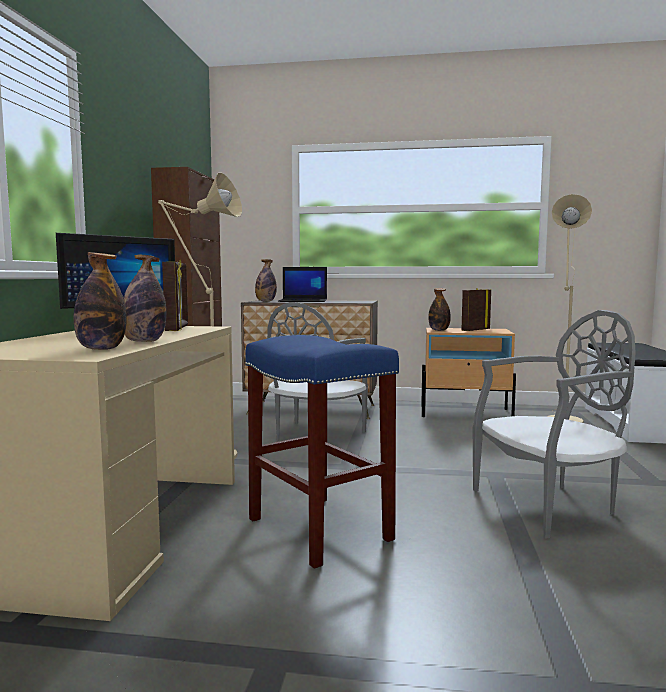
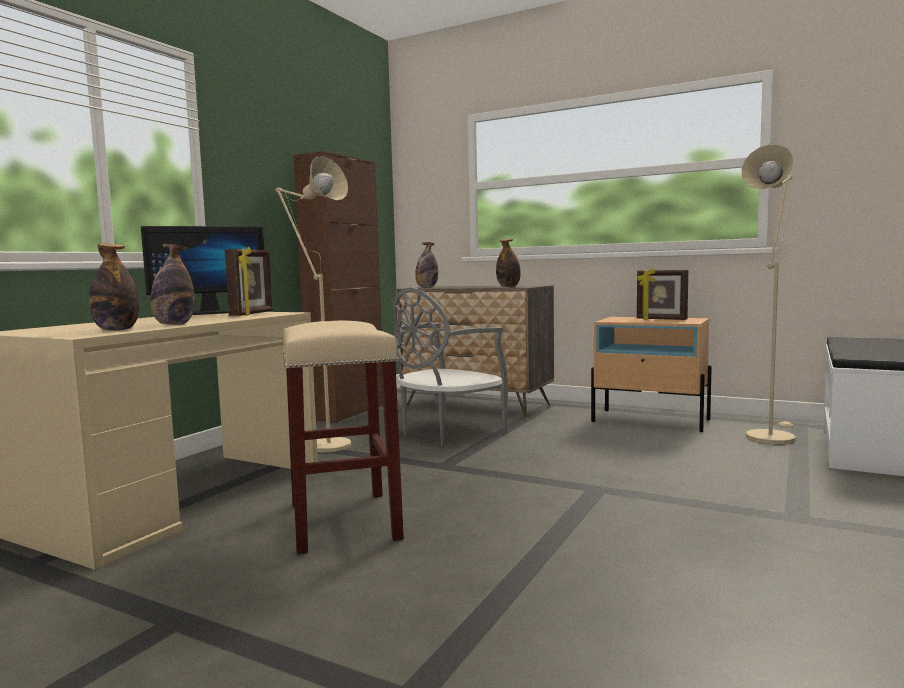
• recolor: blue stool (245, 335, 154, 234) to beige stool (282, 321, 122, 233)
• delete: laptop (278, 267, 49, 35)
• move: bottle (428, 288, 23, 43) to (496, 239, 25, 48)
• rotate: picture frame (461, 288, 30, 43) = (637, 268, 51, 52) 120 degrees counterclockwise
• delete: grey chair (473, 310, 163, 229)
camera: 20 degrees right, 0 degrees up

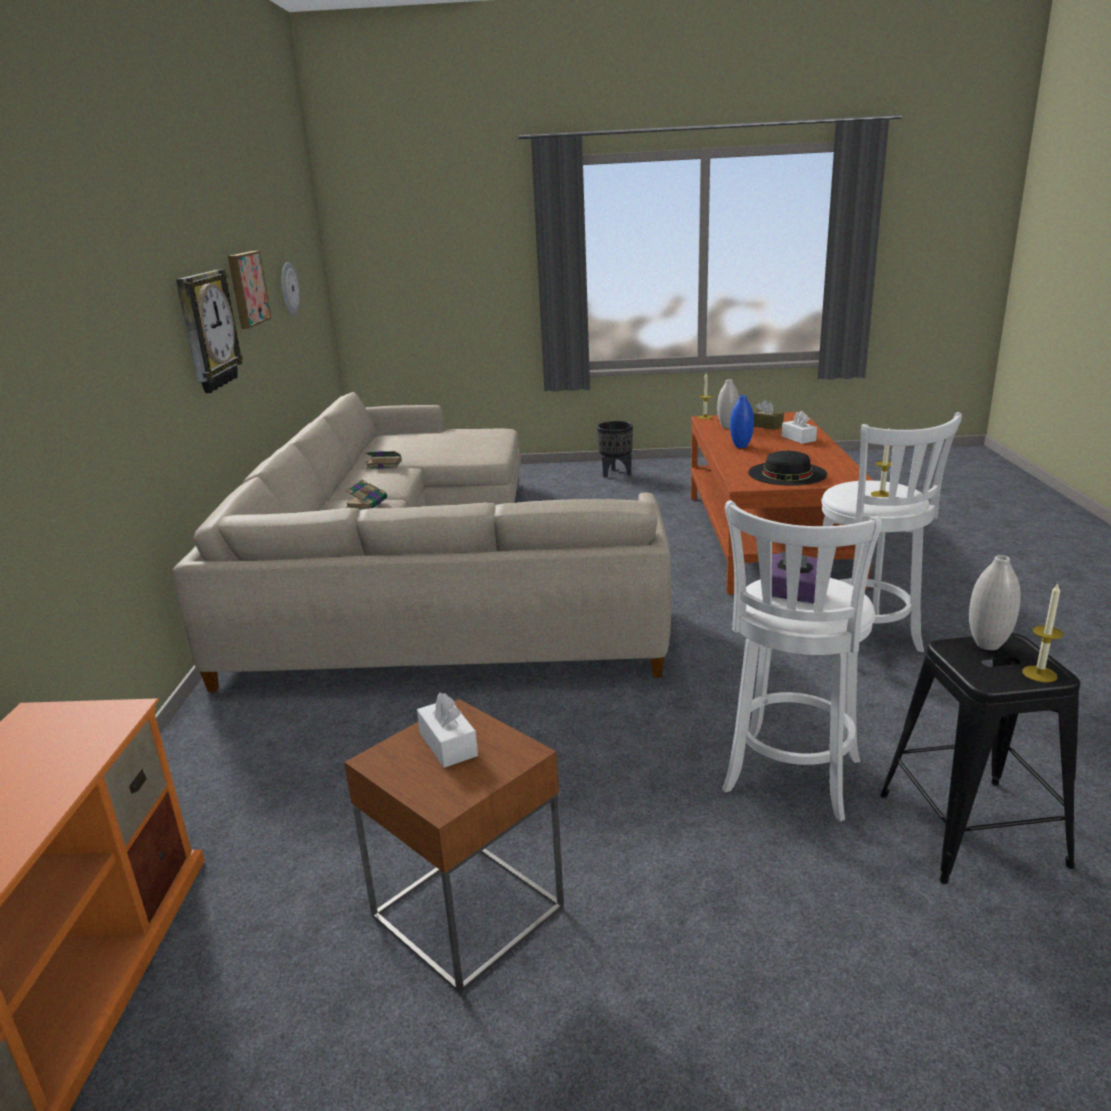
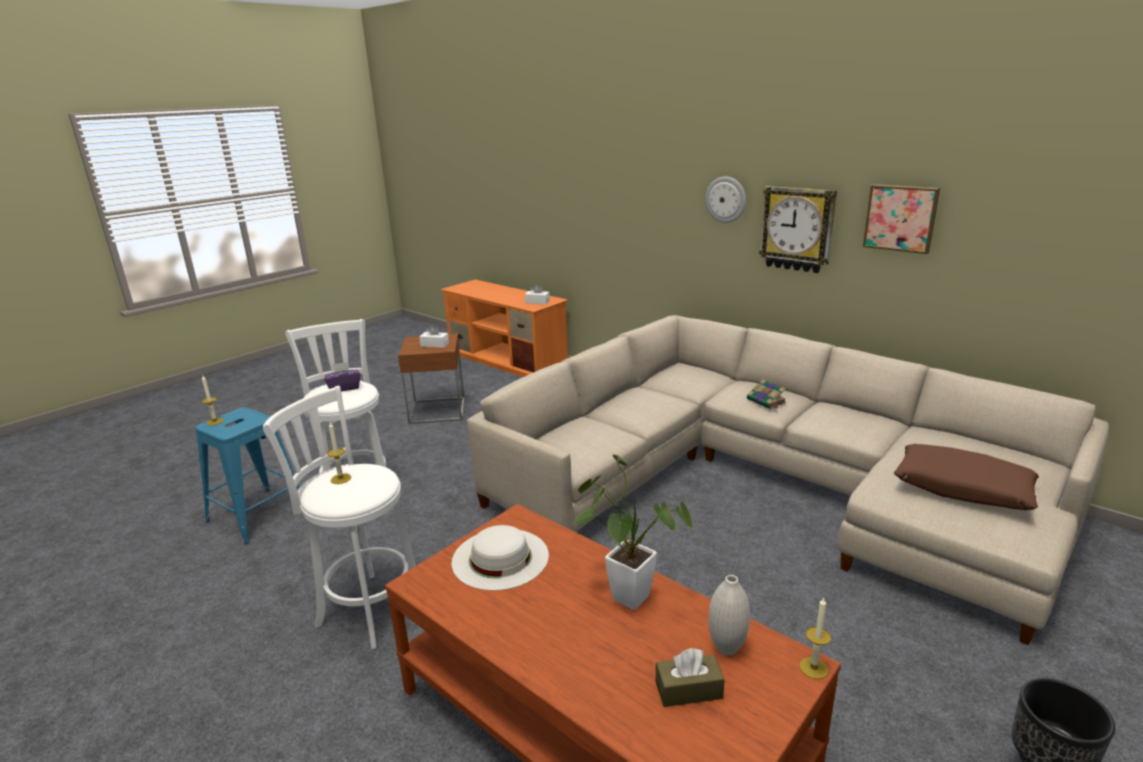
• move: wall clock (282, 262, 18, 53) to (705, 177, 41, 46)
• delete: book (365, 451, 37, 18)
• replace: blue vase (730, 395, 24, 53) to potted plant (572, 454, 120, 156)
• recolor: black hat (748, 451, 79, 35) to white hat (452, 525, 97, 66)
• move: white tissue box (781, 411, 36, 33) to (525, 284, 25, 20)
• recolor: black stool (880, 633, 200, 251) to blue stool (195, 407, 105, 137)
• delete: white vase (969, 555, 52, 95)
• insert: brown pillow (894, 444, 145, 66)
camera: 130 degrees right, 0 degrees up

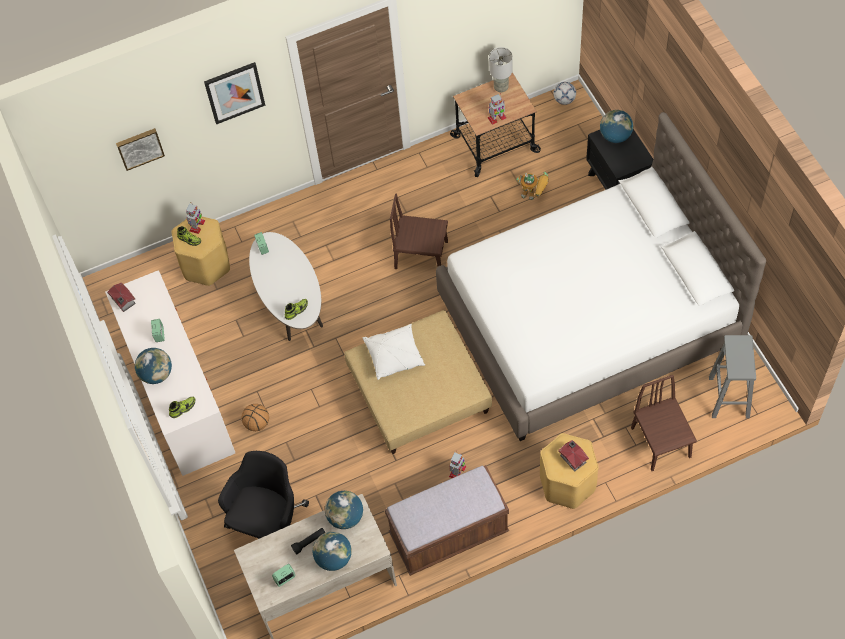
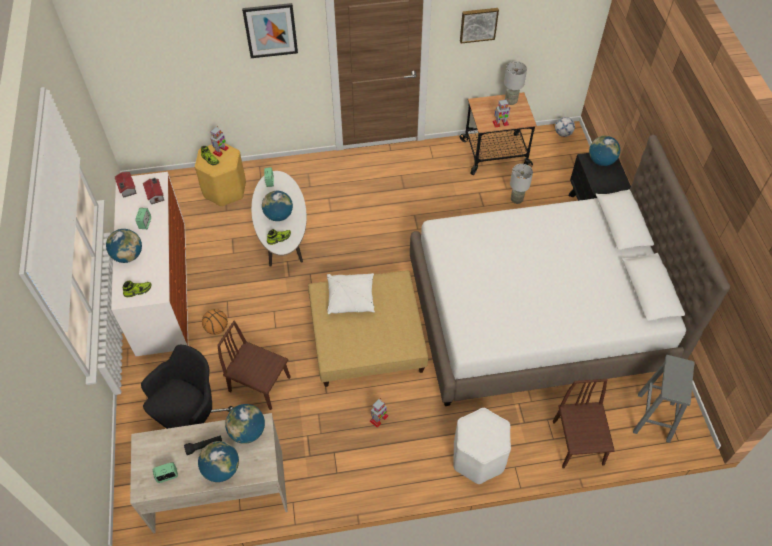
• move: picture (116, 128, 49, 43) to (460, 8, 39, 35)
• delete: brown bench (385, 465, 124, 111)
• move: brown chair (390, 194, 58, 75) to (217, 321, 74, 89)
• replace: toy robot (516, 172, 33, 28) to grey table lamp (510, 164, 23, 40)
• recolor: yellow stool (540, 433, 59, 76) to white stool (453, 408, 58, 76)
• move: toy house (558, 440, 31, 31) to (143, 178, 21, 26)
• insert: globe (262, 191, 31, 30)
camera: 10 degrees right, 5 degrees down

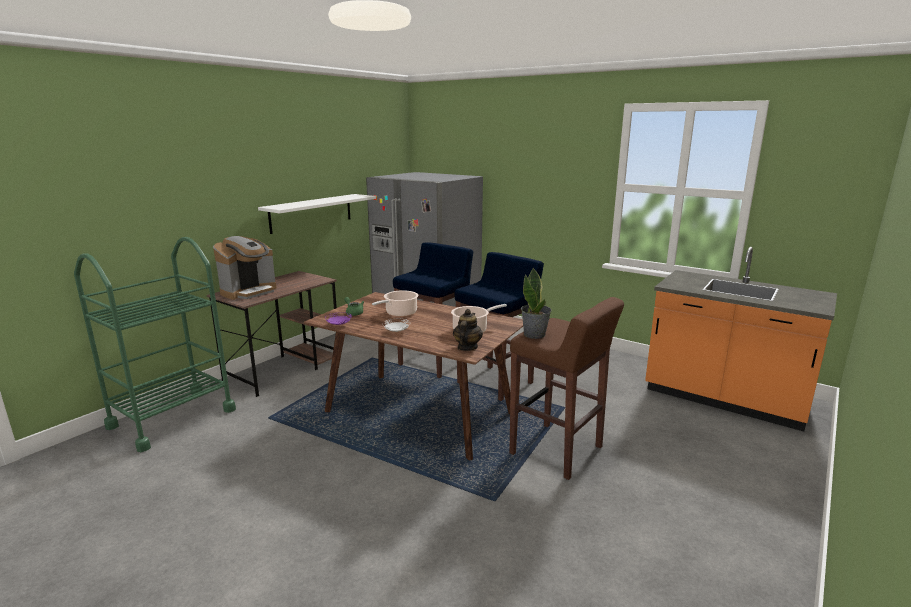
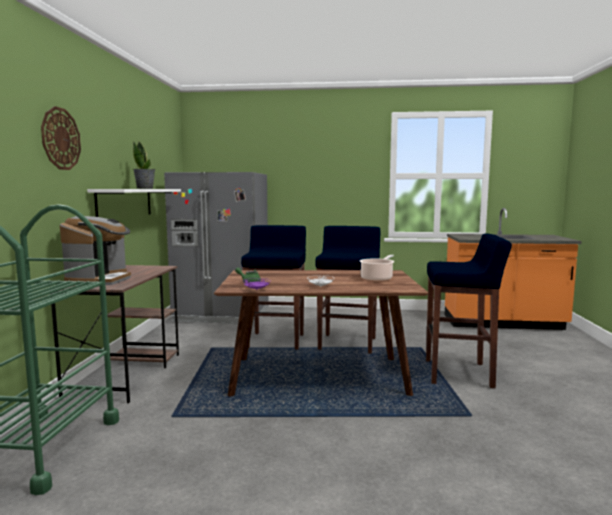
• delete: cooking pot (372, 290, 46, 27)
• delete: teapot (453, 309, 30, 42)
• recolor: brown stool (509, 297, 115, 183) to blue stool (426, 233, 86, 155)
• move: potted plant (521, 267, 31, 72) to (133, 142, 23, 47)
• insert: wall clock (41, 106, 40, 64)
camera: 30 degrees left, 10 degrees down

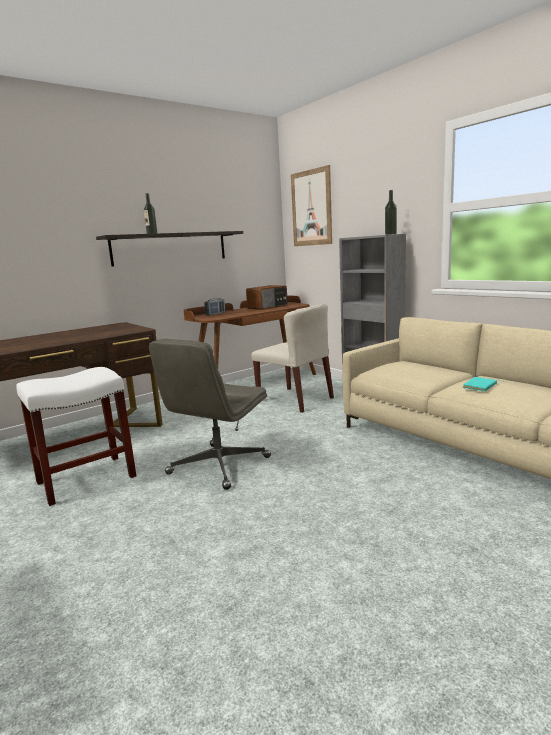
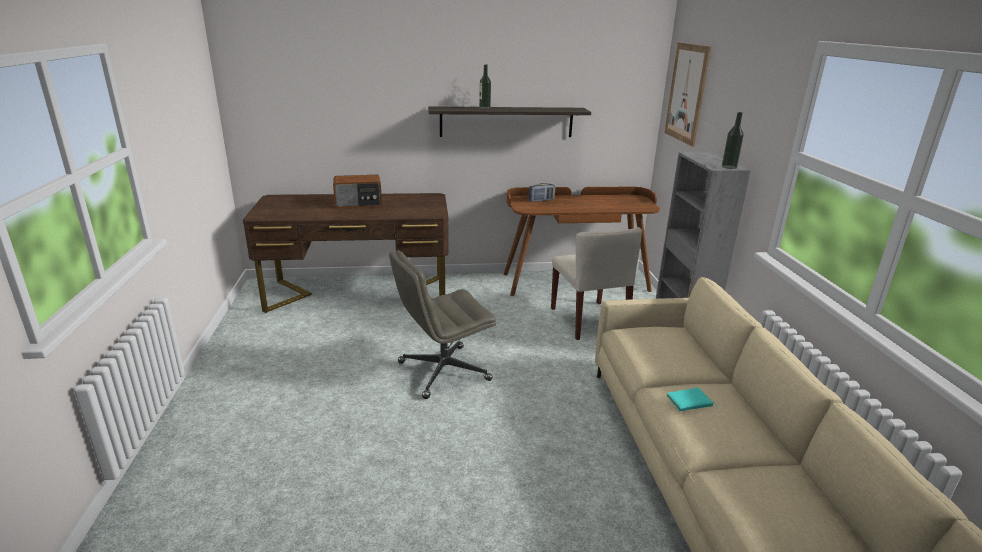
• delete: white stool (16, 367, 121, 140)
• move: radio (246, 285, 42, 25) to (333, 175, 49, 33)
camera: 30 degrees right, 10 degrees up

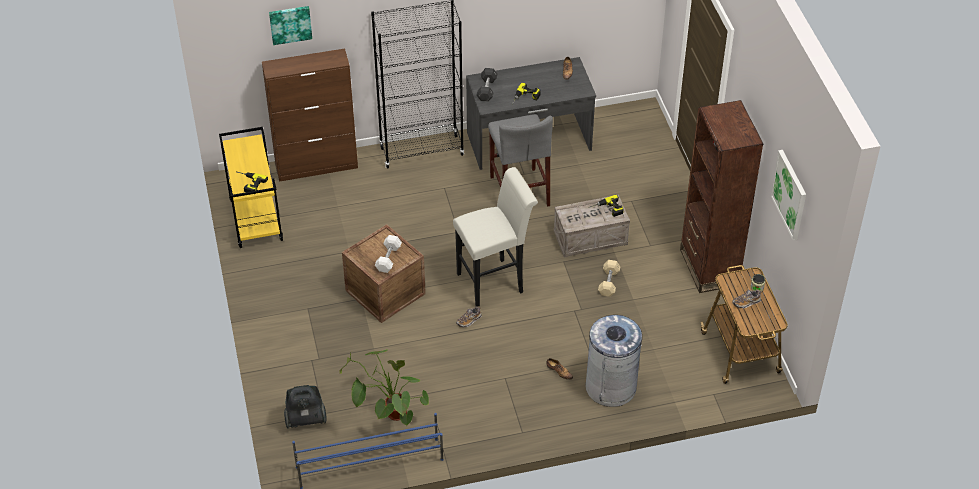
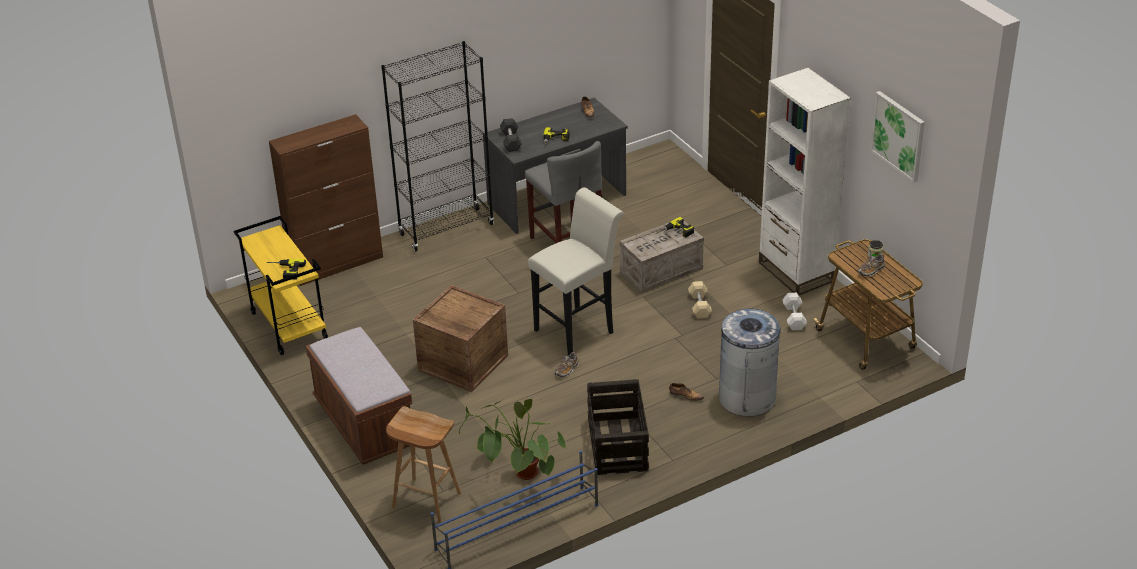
• delete: picture (269, 6, 43, 39)
• replace: vacuum cleaner (284, 385, 43, 44) to brown stool (386, 406, 75, 117)
• move: white dumbbell (375, 235, 27, 38) to (782, 293, 25, 37)
• recolor: brown bookcase (680, 100, 83, 193) to white bookcase (759, 68, 92, 227)
• insert: brown bench (306, 327, 106, 138)
• insert: crate (587, 379, 62, 96)
camera: 15 degrees left, 10 degrees down

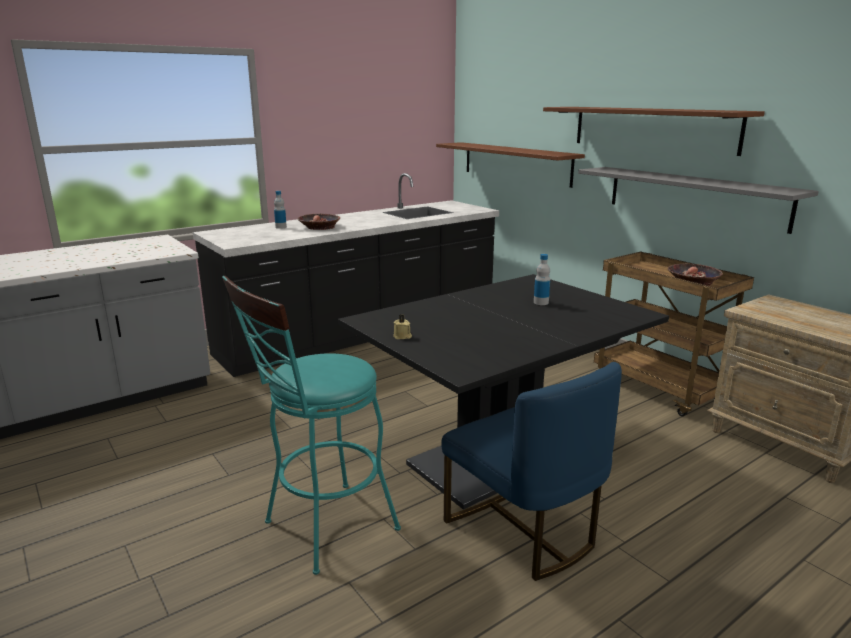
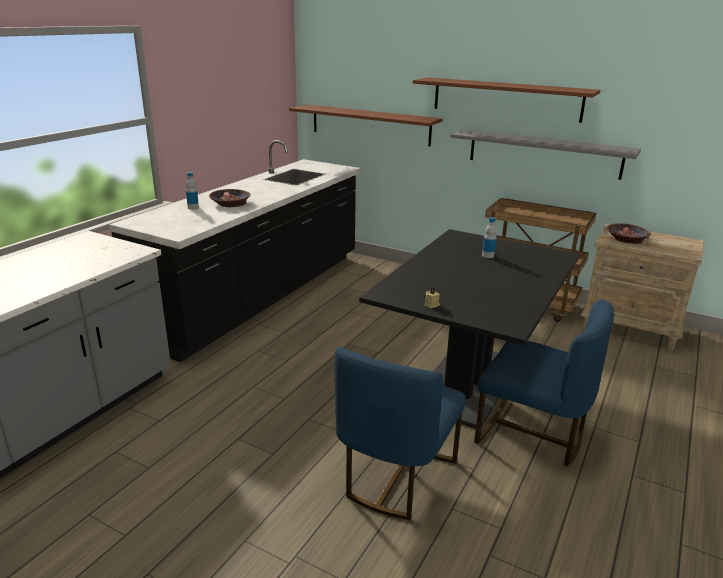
• replace: turquoise stool (222, 276, 179, 299) to blue chair (335, 347, 131, 173)
• move: bowl (668, 263, 55, 23) to (607, 223, 44, 21)
camera: 25 degrees left, 5 degrees up

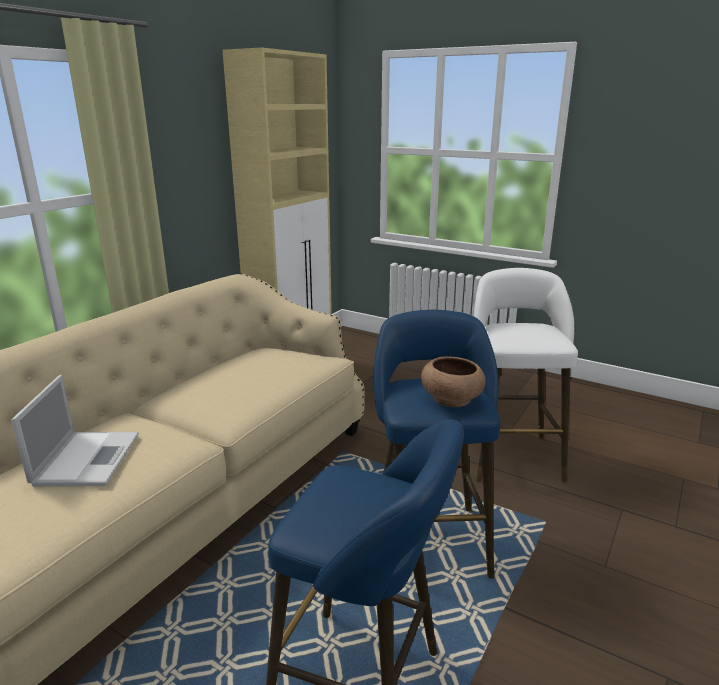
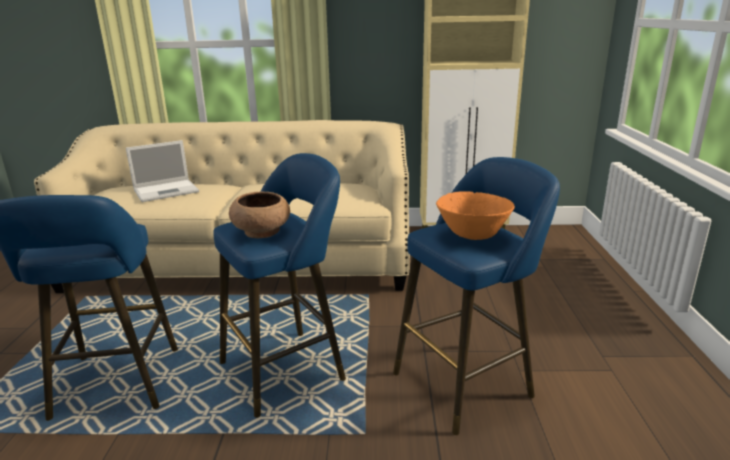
• recolor: white stool (474, 268, 104, 215) to blue stool (393, 157, 167, 278)
• insert: orange bowl (436, 191, 79, 49)
camera: 60 degrees right, 0 degrees up

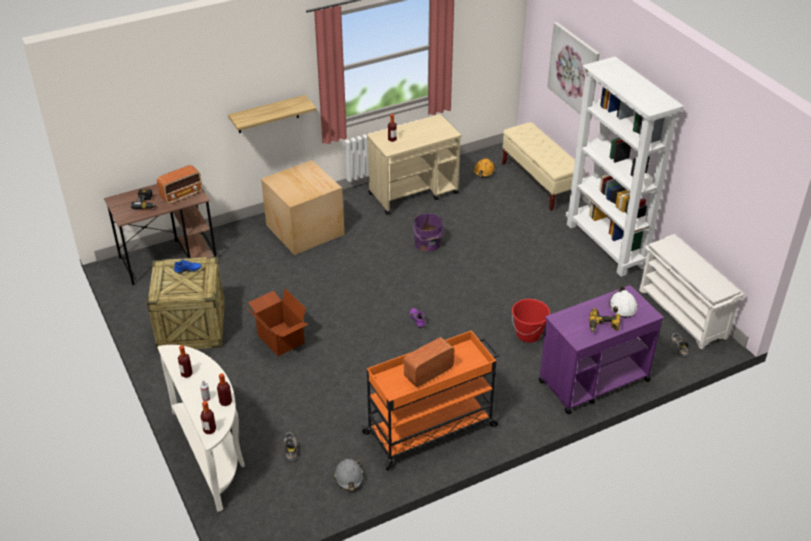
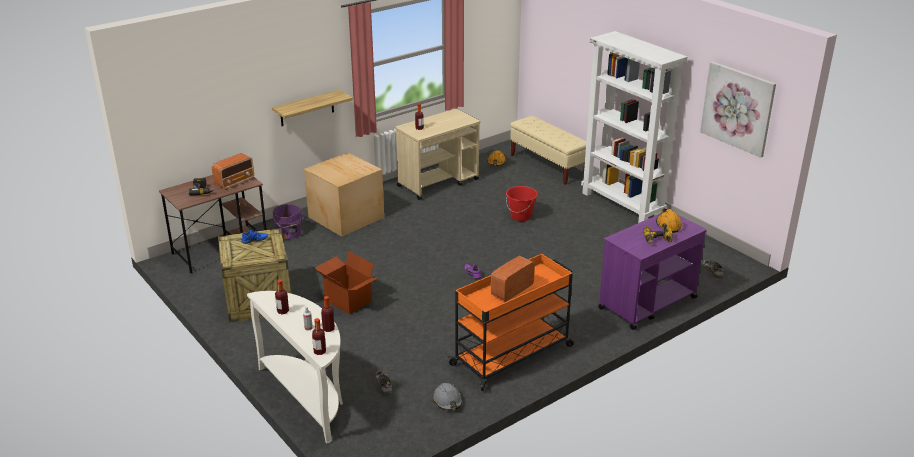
• move: purple bucket (413, 213, 32, 39) to (272, 204, 31, 35)
• move: red bucket (512, 299, 38, 44) to (506, 186, 32, 35)
• move: picture (547, 22, 53, 98) to (700, 62, 76, 96)
• recolor: white hard hat (609, 286, 29, 32) to orange hard hat (656, 208, 26, 25)
• delete: white shoe rack (639, 234, 105, 115)
camera: 10 degrees left, 10 degrees down

